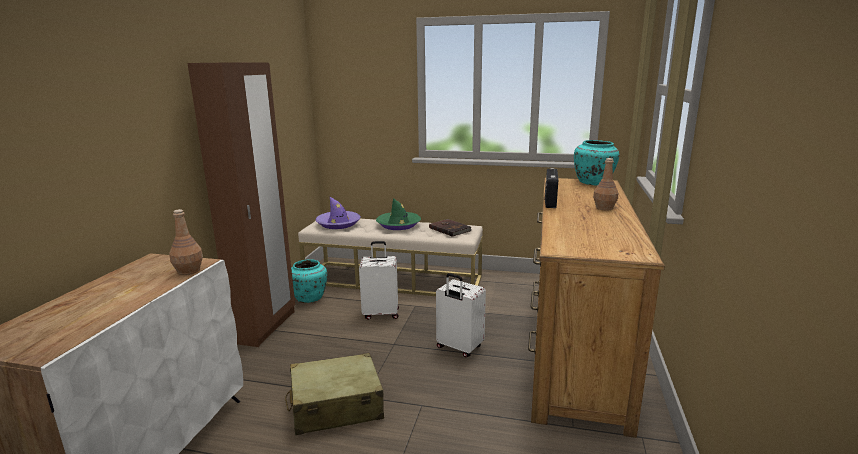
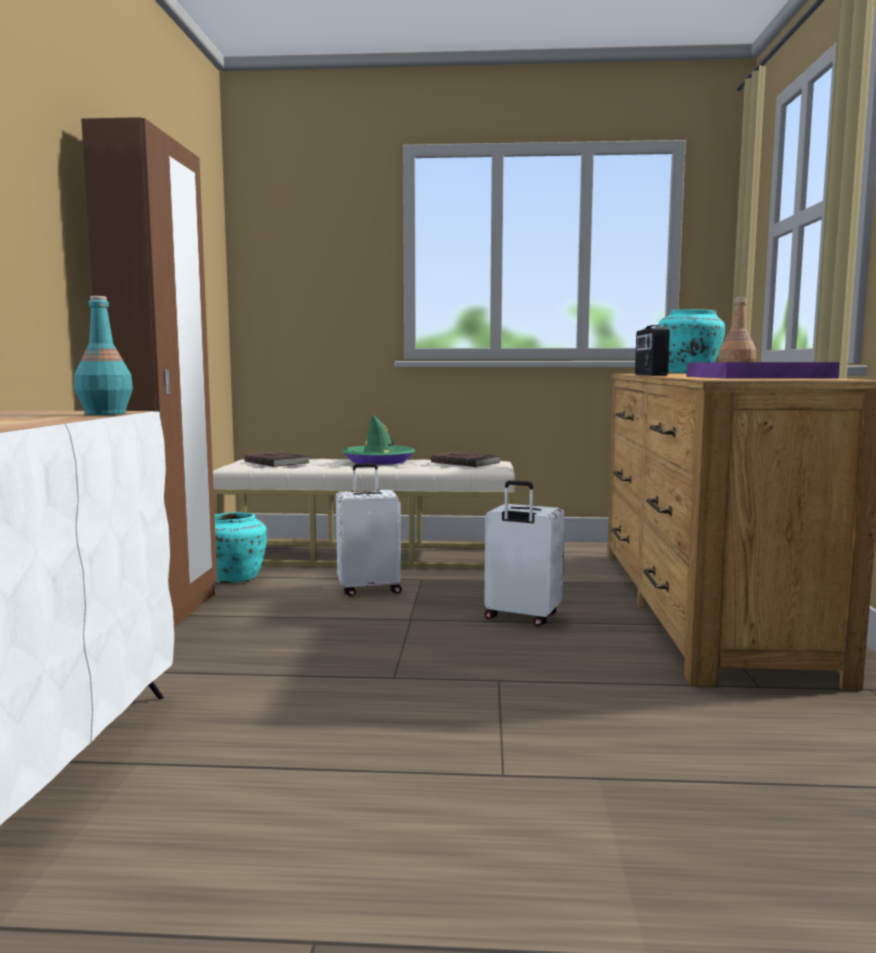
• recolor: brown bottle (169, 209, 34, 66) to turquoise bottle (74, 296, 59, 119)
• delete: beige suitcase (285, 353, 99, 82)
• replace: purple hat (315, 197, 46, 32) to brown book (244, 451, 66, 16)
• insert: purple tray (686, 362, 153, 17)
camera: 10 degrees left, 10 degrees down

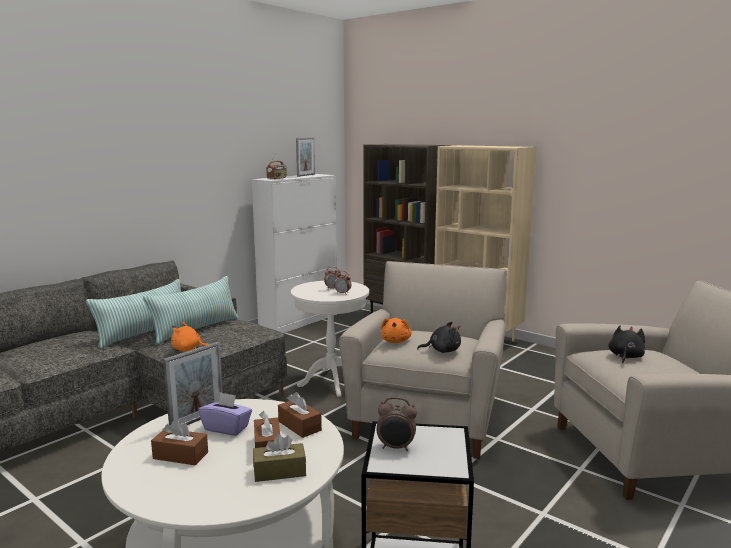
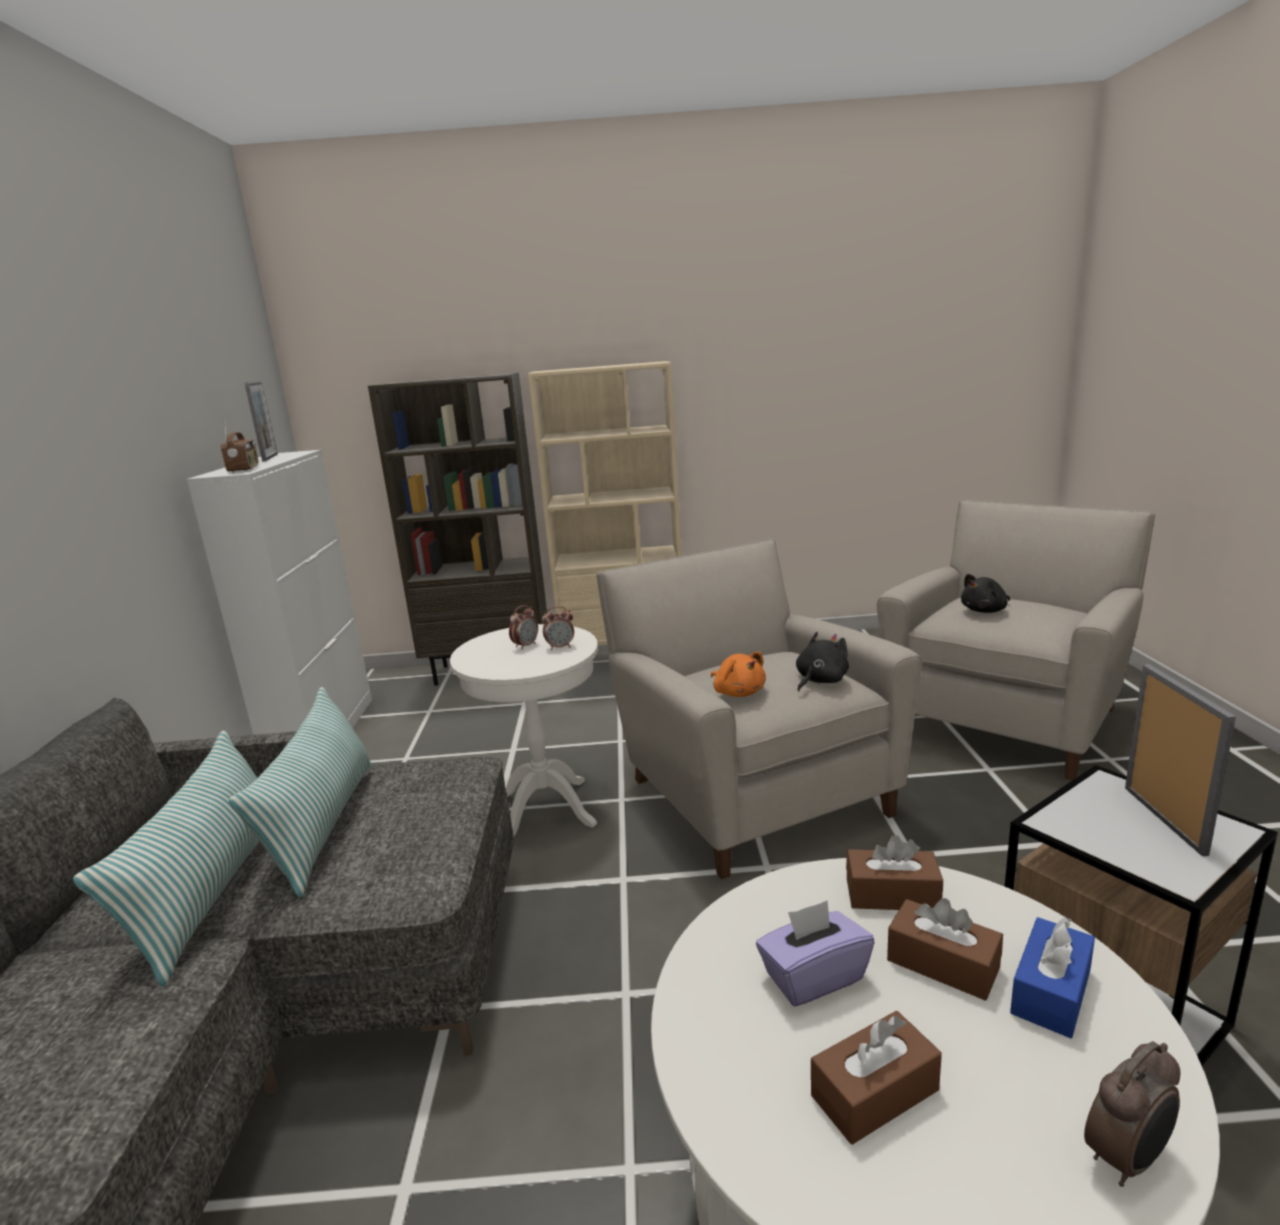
• move: picture frame (163, 342, 60, 83) to (1125, 664, 111, 192)
• delete: orange plush toy (171, 322, 38, 30)
• recolor: brown tissue box (253, 434, 53, 48) to blue tissue box (1010, 916, 85, 122)
• move: alarm clock (377, 397, 40, 54) to (1084, 1041, 96, 146)
• rotate: black plush toy (609, 325, 36, 38) = (961, 574, 49, 39) 105 degrees counterclockwise
camera: 40 degrees left, 5 degrees up

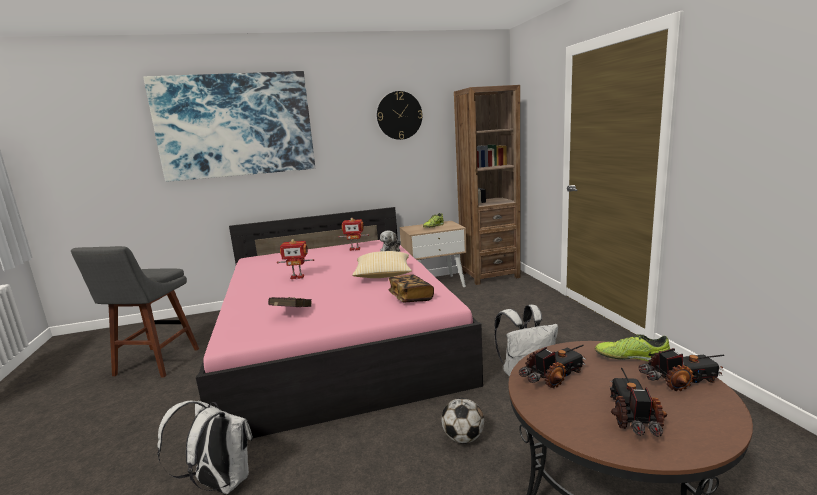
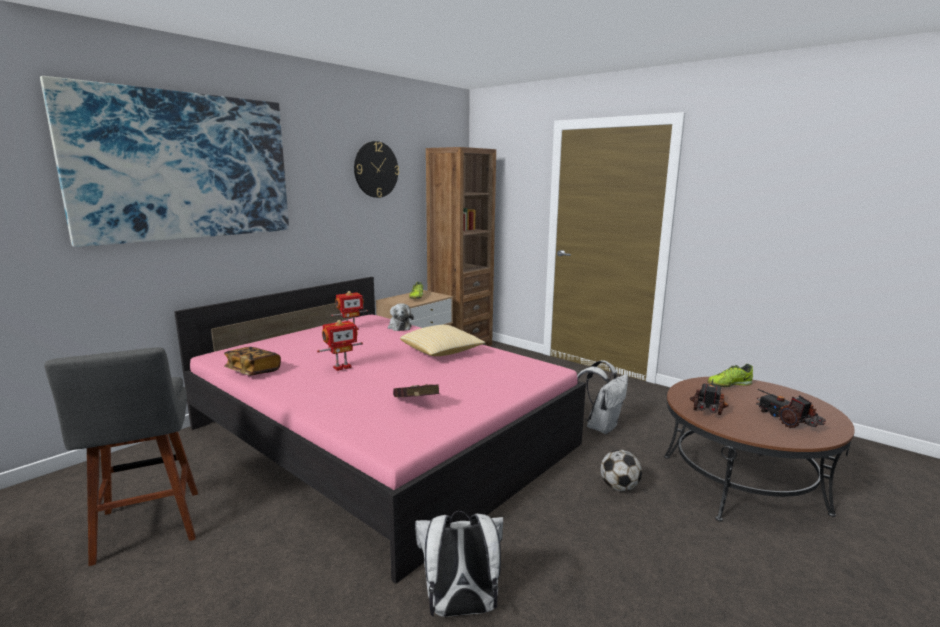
• move: book (388, 275, 46, 27) to (224, 347, 57, 28)
• delete: toy truck (638, 348, 86, 43)
camera: 35 degrees left, 0 degrees up

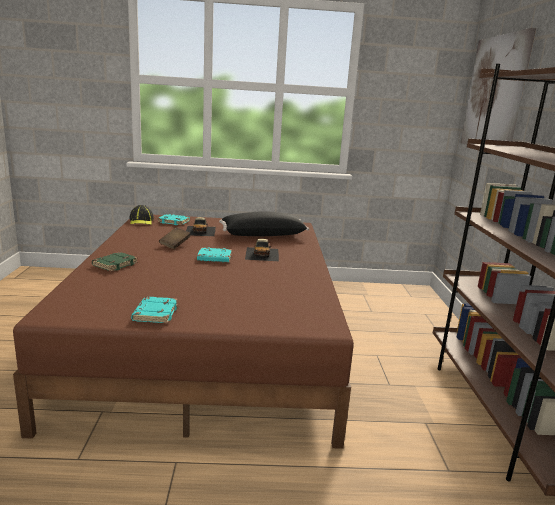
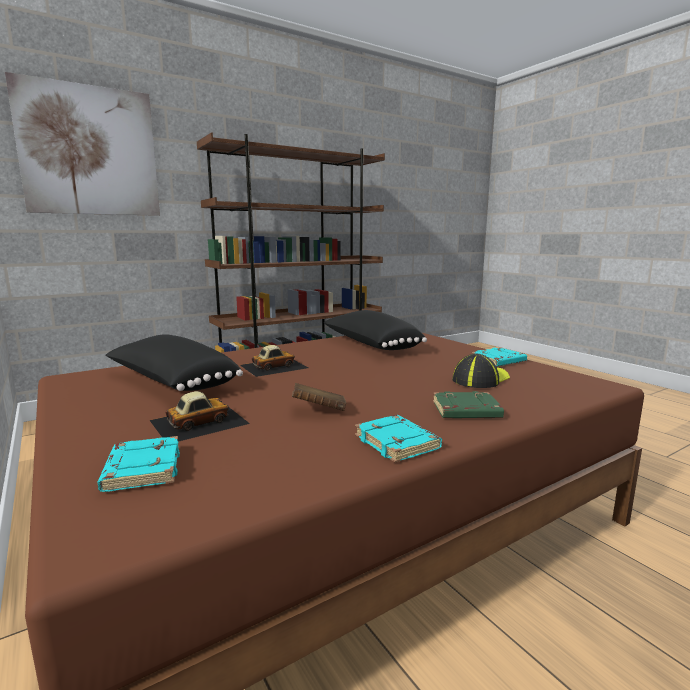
• move: cap (129, 205, 25, 20) to (452, 354, 58, 34)
• move: turquoise book (197, 247, 35, 15) to (355, 415, 87, 47)
• insert: black pillow (324, 310, 103, 40)
camera: 120 degrees left, 5 degrees down

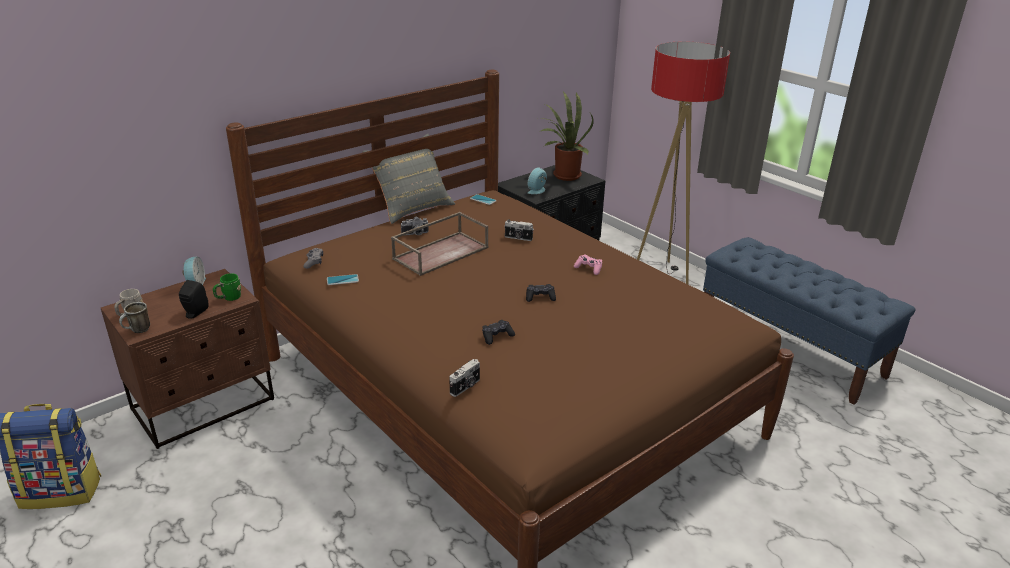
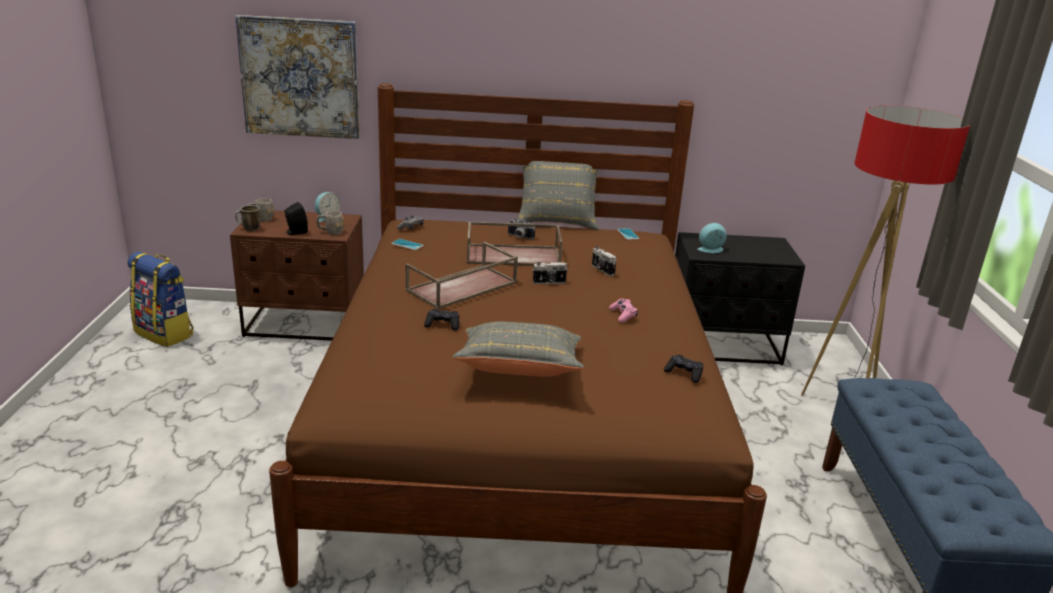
• recolor: green mug (213, 273, 28, 28) to grey mug (317, 211, 27, 24)
• move: photo camera (449, 359, 31, 38) to (532, 262, 36, 22)
• move: black game controller (526, 284, 30, 18) to (664, 354, 39, 29)
• delete: potted plant (539, 91, 55, 90)
• insert: picture (235, 15, 125, 124)
• insert: brown tray (405, 242, 113, 67)
• insert: grey pillow (452, 322, 132, 55)
camera: 40 degrees right, 5 degrees down

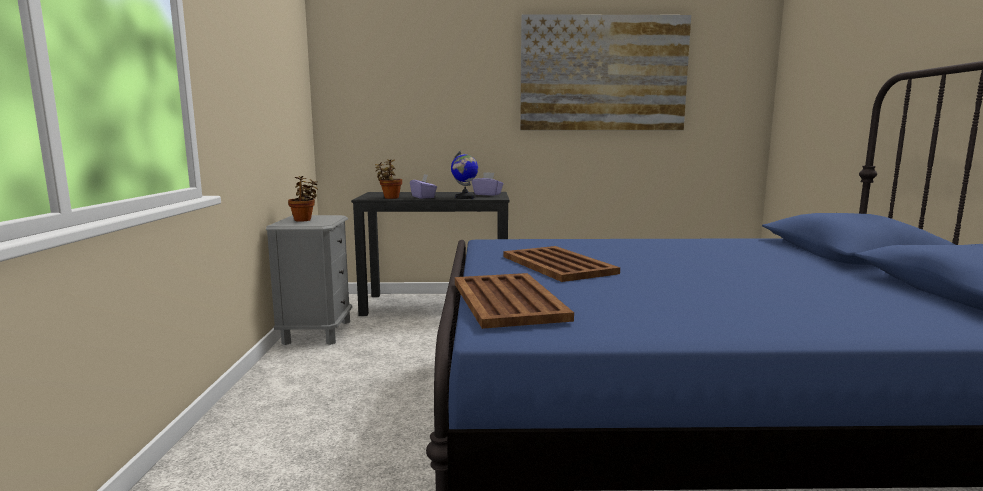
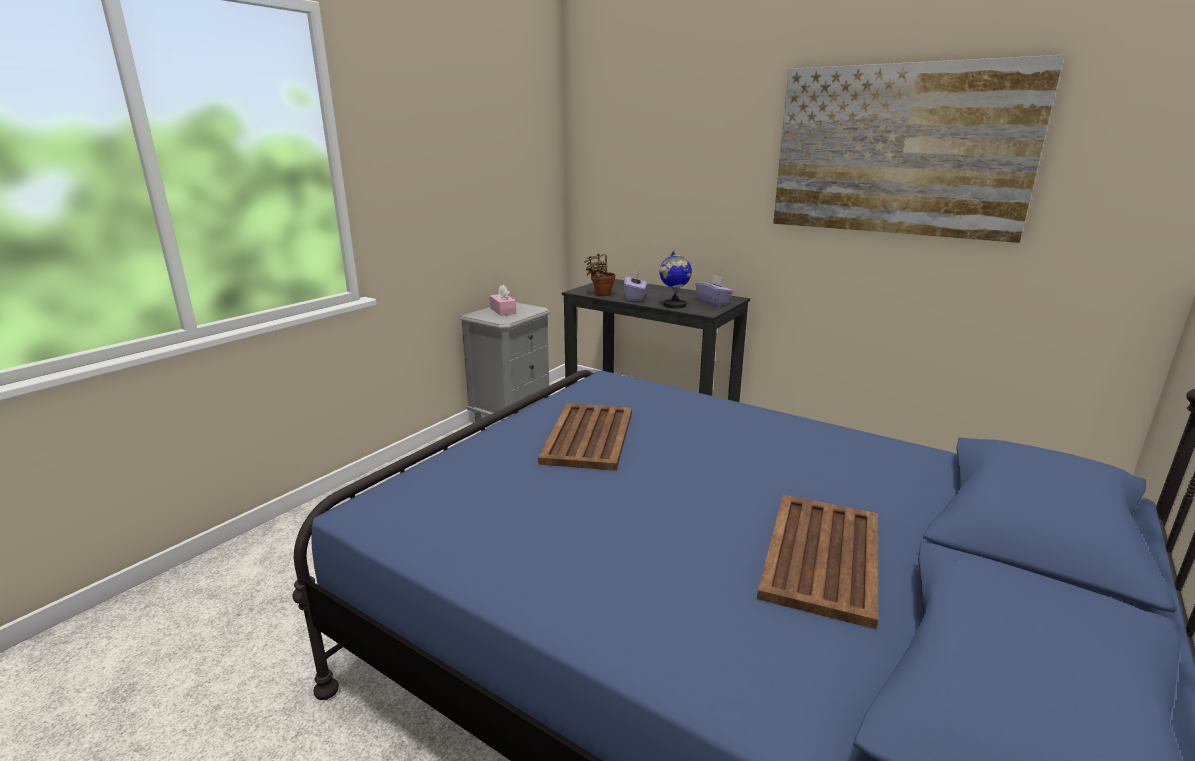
• replace: potted plant (288, 176, 30, 46) to pink tissue box (490, 285, 26, 31)
• move: brown tray (455, 273, 119, 56) to (757, 495, 121, 134)
camera: 35 degrees right, 10 degrees up

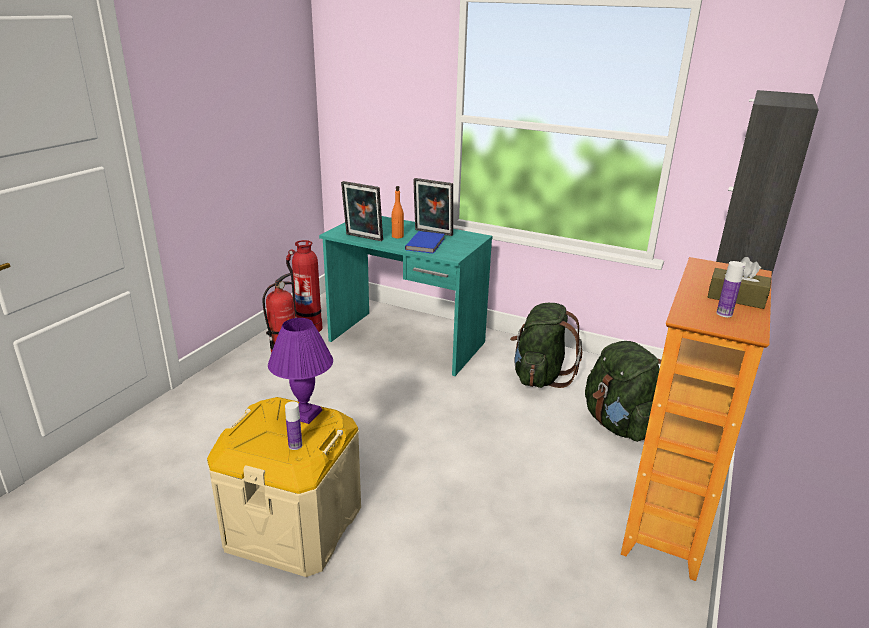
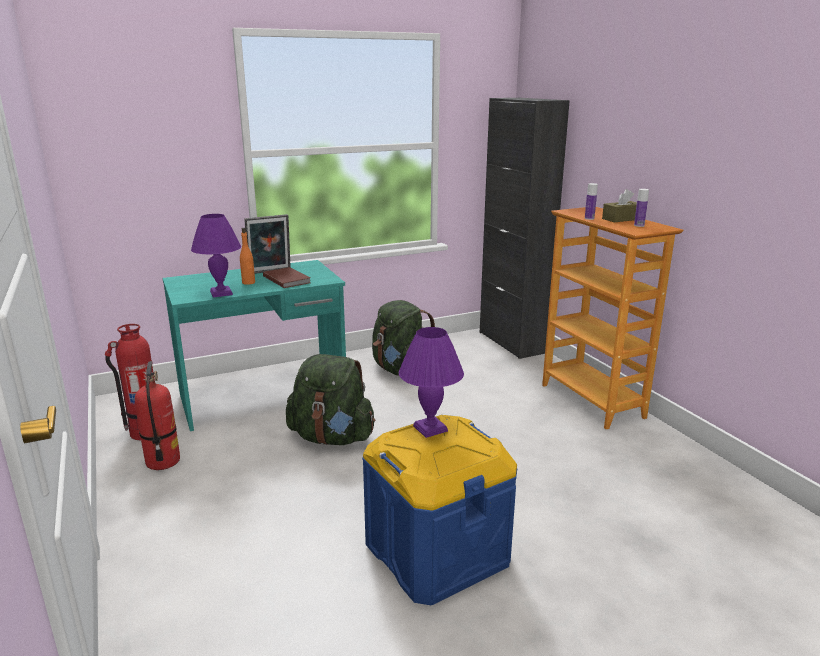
• recolor: beige storage box (207, 397, 154, 180) to blue storage box (362, 415, 155, 191)
• move: bottle (285, 401, 17, 49) to (585, 183, 13, 37)
• replace: picture frame (341, 181, 42, 60) to purple table lamp (191, 214, 50, 83)
• recolor: blue book (405, 231, 40, 23) to brown book (263, 267, 48, 21)
• move: green backpack (585, 341, 76, 101) to (286, 354, 89, 91)
camera: 50 degrees left, 5 degrees down

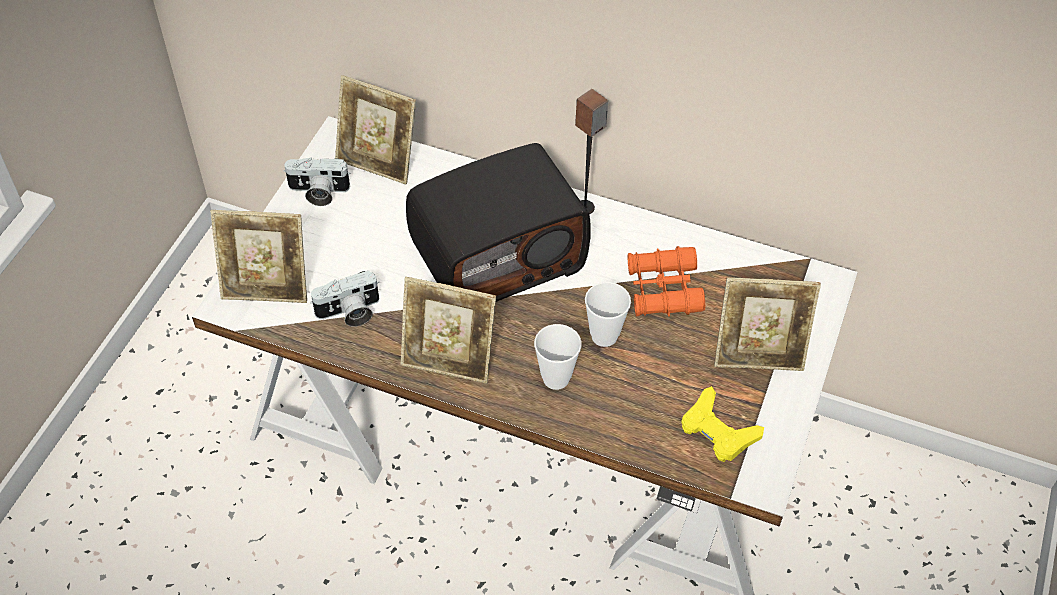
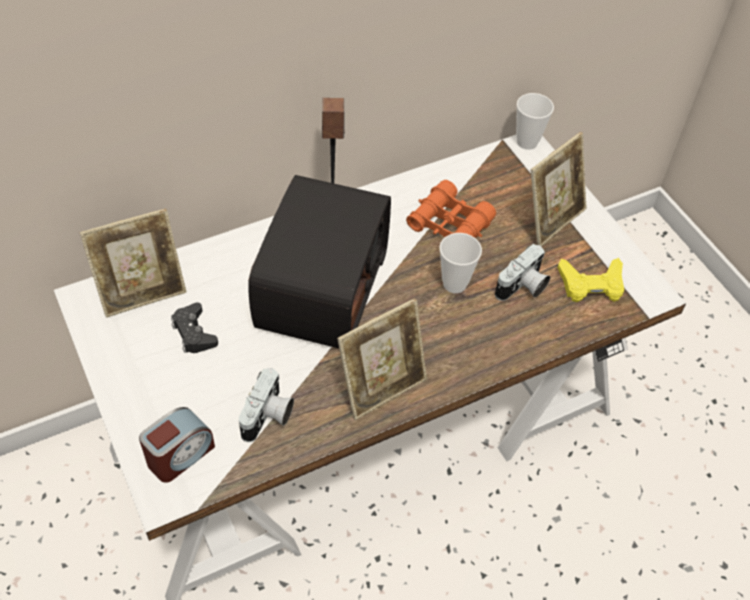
• replace: picture frame (210, 210, 97, 93) to alarm clock (139, 407, 76, 76)
• move: photo camera (283, 158, 67, 48) to (495, 244, 55, 57)
• move: cup (534, 324, 48, 66) to (516, 93, 38, 57)
• insert: black game controller (171, 302, 47, 51)
camera: 50 degrees left, 0 degrees up

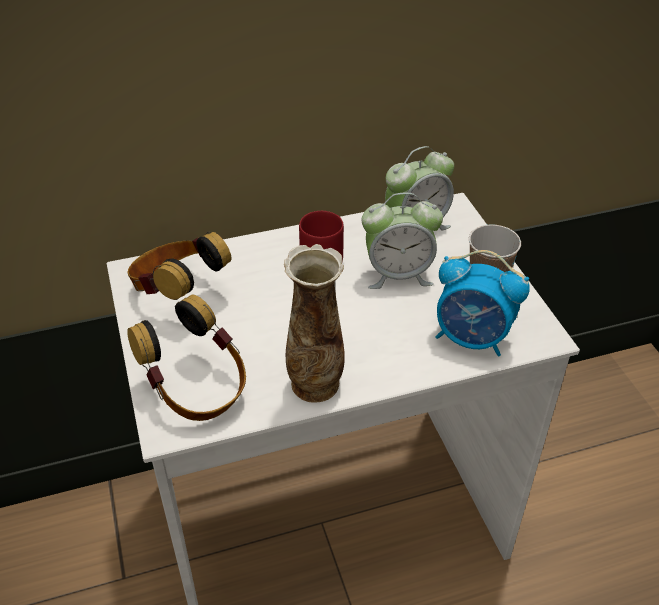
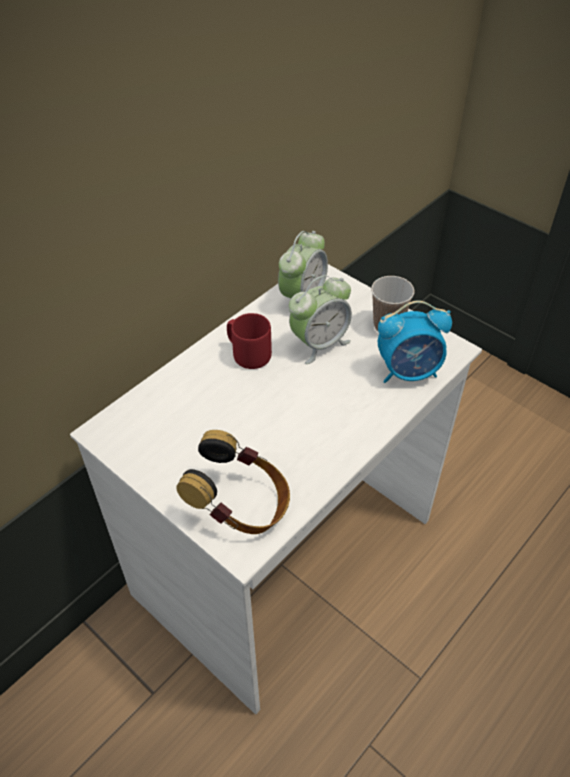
• delete: headphones (128, 232, 103, 68)
• delete: vase (284, 244, 61, 159)
camera: 30 degrees left, 5 degrees up

